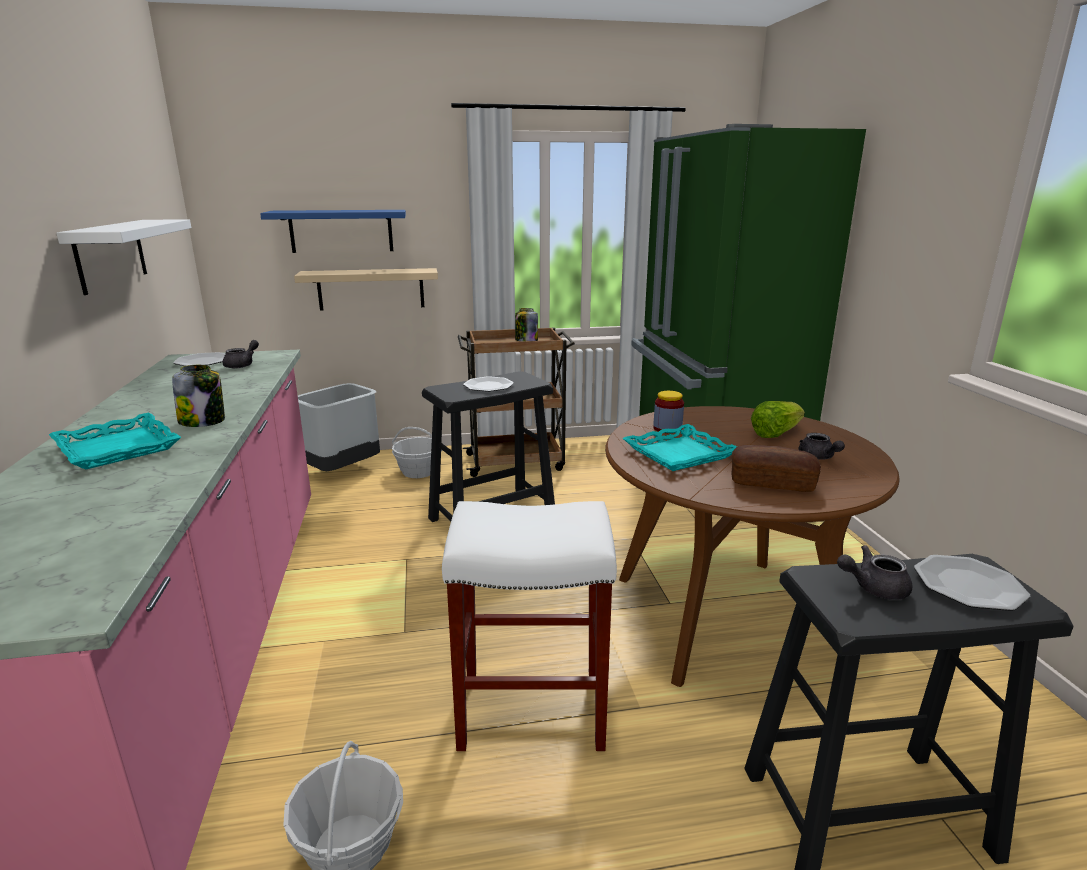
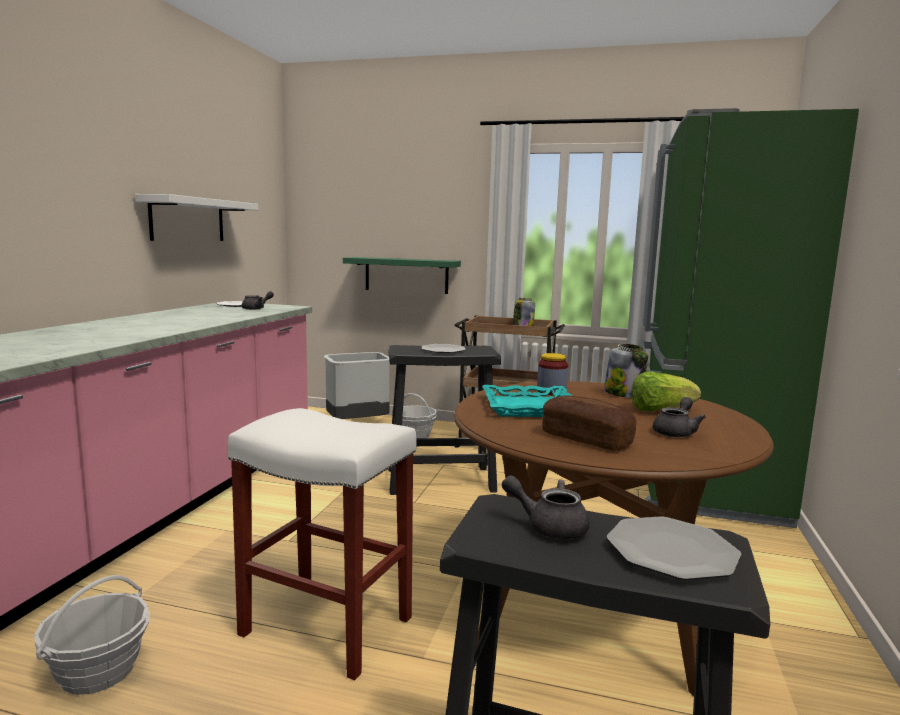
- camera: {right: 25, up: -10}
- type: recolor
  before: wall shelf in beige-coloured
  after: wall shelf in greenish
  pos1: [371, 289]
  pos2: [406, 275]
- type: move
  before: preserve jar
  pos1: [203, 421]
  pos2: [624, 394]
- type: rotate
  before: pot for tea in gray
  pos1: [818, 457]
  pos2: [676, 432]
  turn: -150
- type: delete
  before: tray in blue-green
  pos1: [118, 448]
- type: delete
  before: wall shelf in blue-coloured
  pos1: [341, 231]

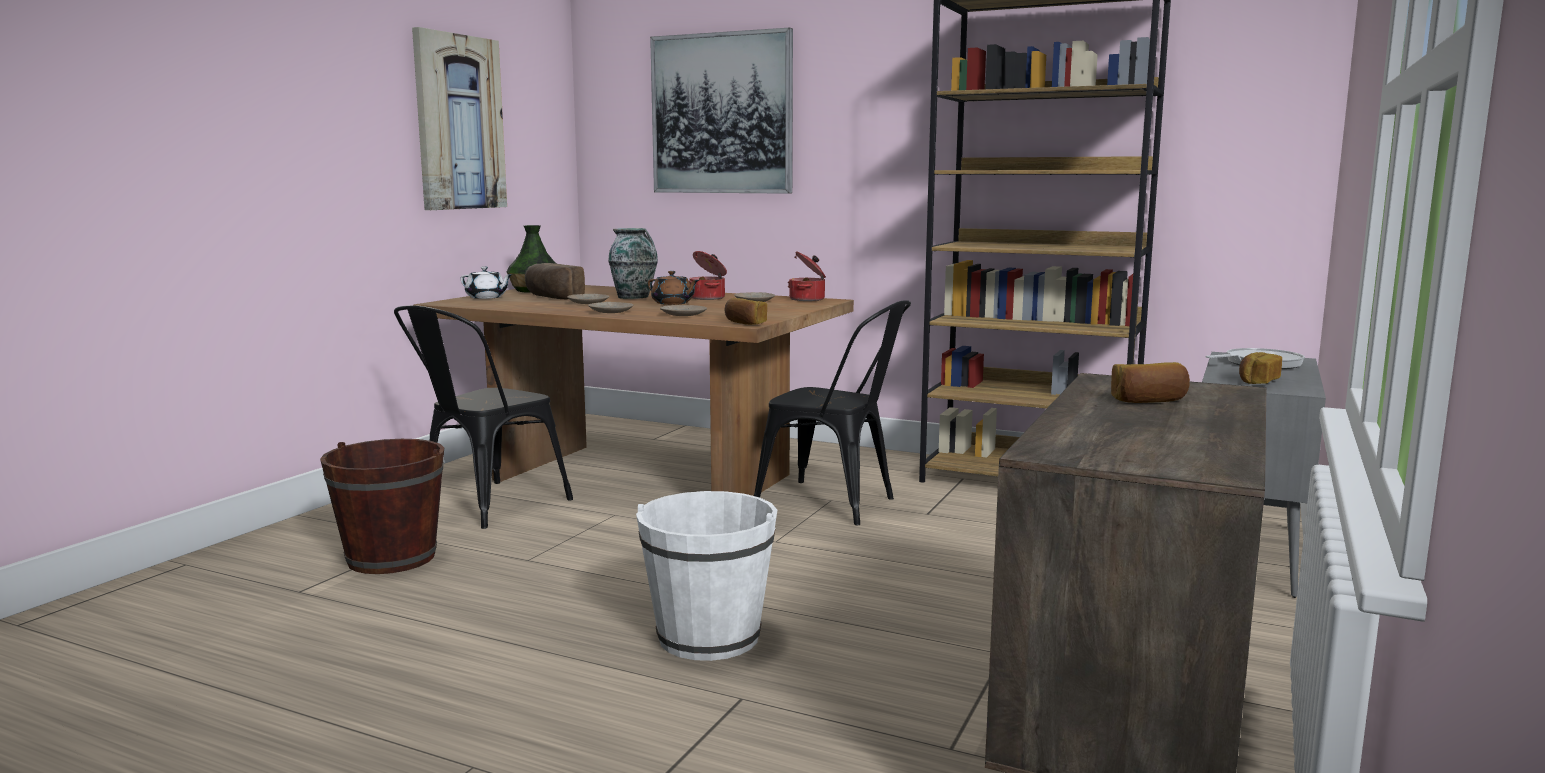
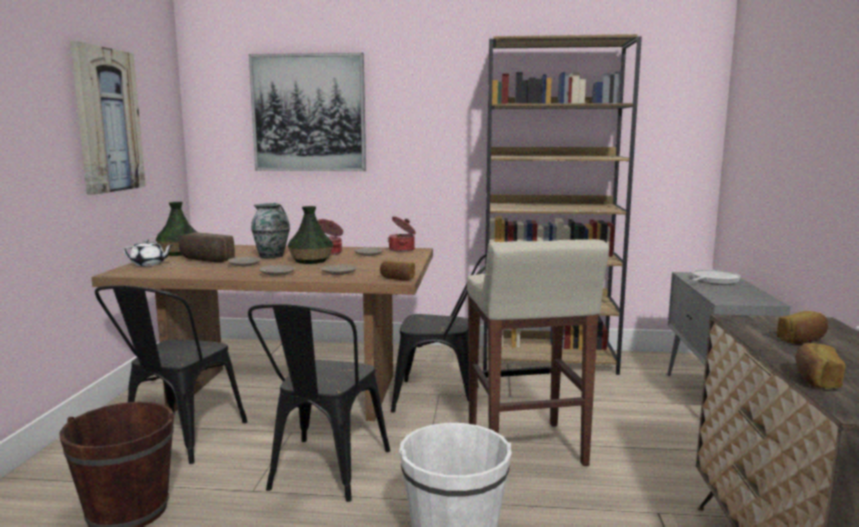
- camera: {right: -20, up: 0}
- type: insert
  after: upright chair in black
  pos2: [323, 474]
- type: replace
  before: pot for tea in brown
  after: flower vase
  pos1: [673, 303]
  pos2: [311, 260]
- type: insert
  after: stool in beige-coloured
  pos2: [526, 449]
- type: move
  before: bread
  pos1: [1257, 381]
  pos2: [815, 379]

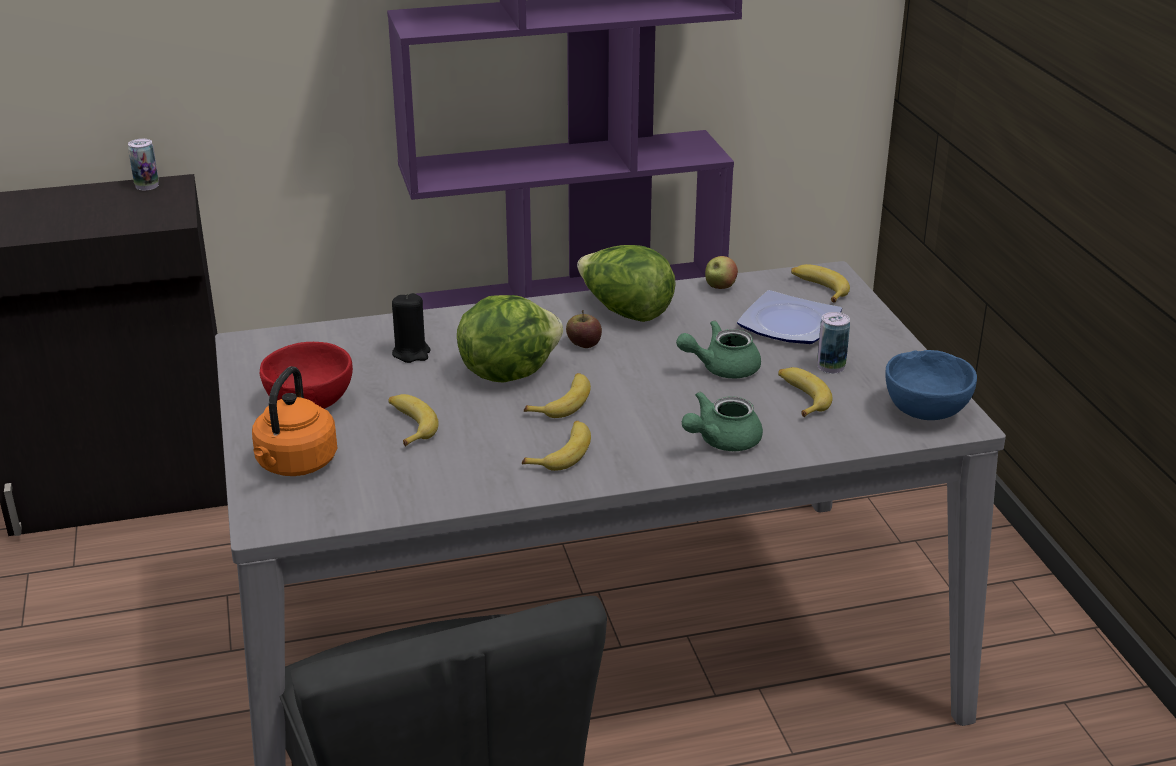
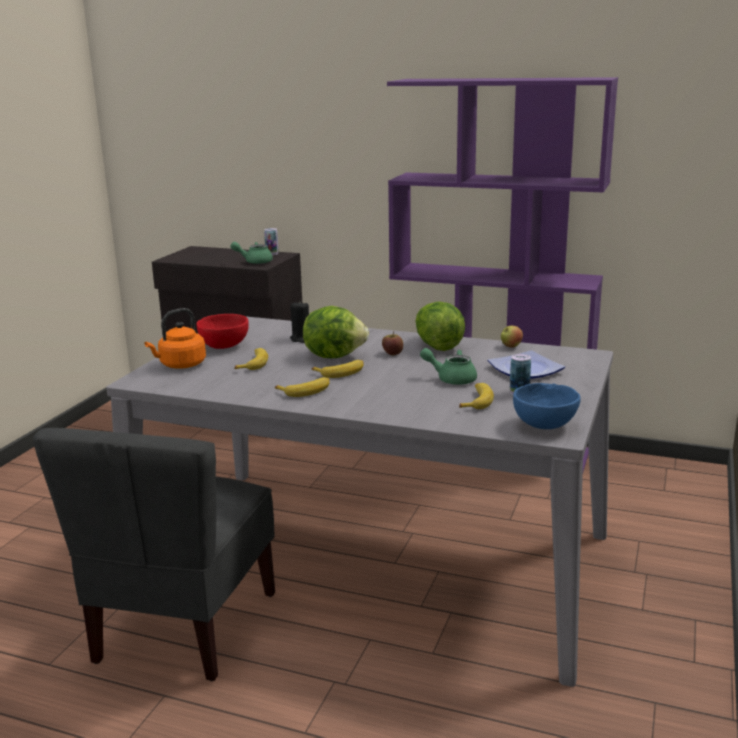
- camera: {right: 35, up: -10}
- type: move
  before: pot for tea in greenish
  pos1: [721, 441]
  pos2: [254, 262]
- type: delete
  before: banana fruit
  pos1: [818, 289]

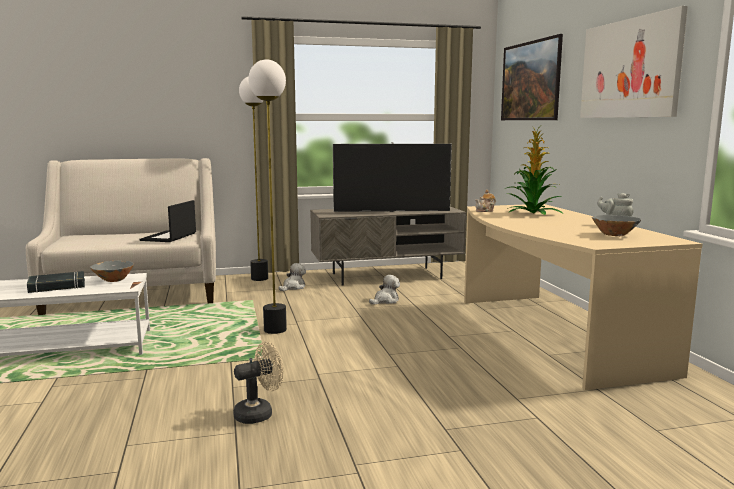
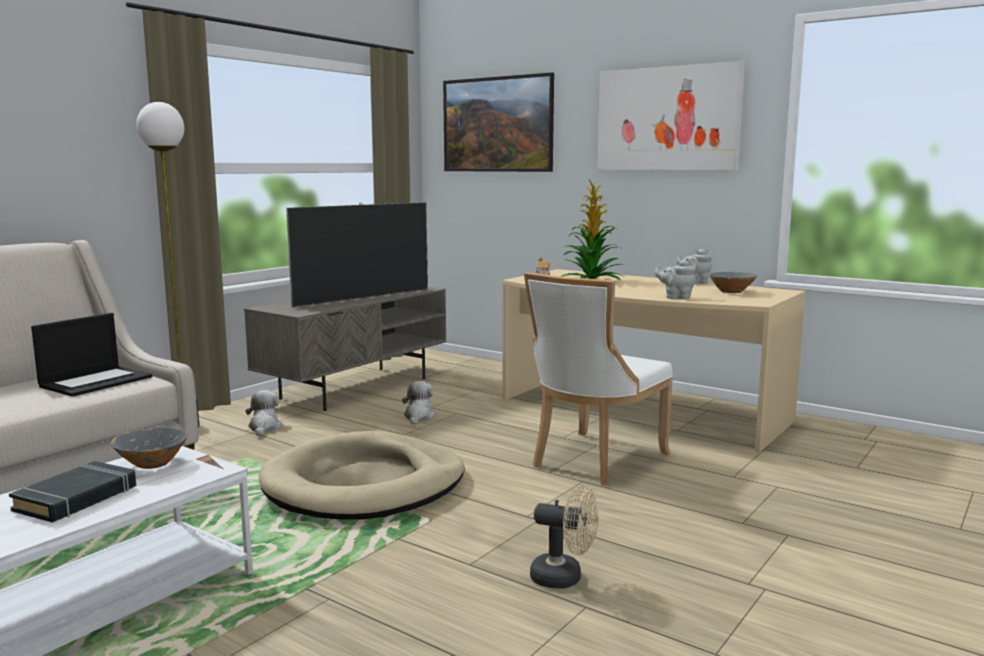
- camera: {right: -40, up: 0}
- type: rotate
  before: portable computer
  pos1: [169, 237]
  pos2: [96, 381]
  turn: -120
- type: replace
  before: standard lamp
  after: pet bed in beige-coloured
  pos1: [275, 330]
  pos2: [365, 484]
- type: insert
  after: upright chair in white
  pos2: [594, 460]
- type: rotate
  before: electric fan in beige-coloured
  pos1: [259, 413]
  pos2: [564, 578]
  turn: 90
- type: insert
  after: pot for tea in gray
  pos2: [676, 297]

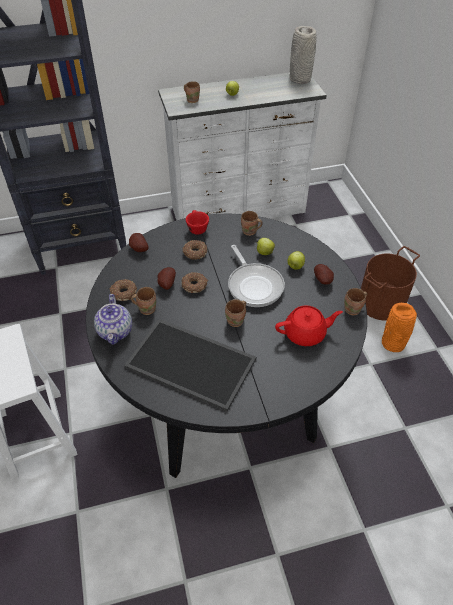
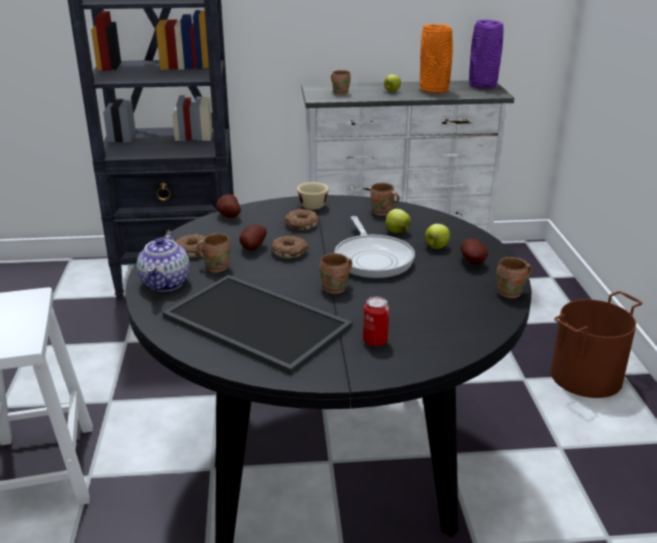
- camera: {right: 10, up: -20}
- type: recolor
  before: cup in red
  after: cup in beige-coloured
  pos1: [196, 228]
  pos2: [312, 204]
- type: insert
  after: can
  pos2: [375, 341]
- type: move
  before: flower vase in orangey
  pos1: [393, 344]
  pos2: [435, 90]
- type: recolor
  before: flower vase in gray
  after: flower vase in purple-coloured
  pos1: [299, 79]
  pos2: [482, 85]
- type: delete
  before: pot for tea in red
  pos1: [305, 334]

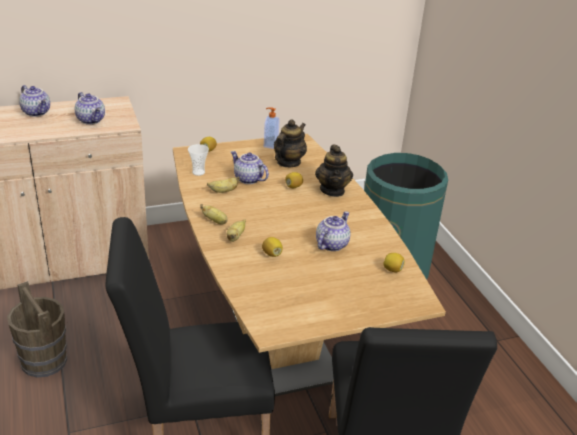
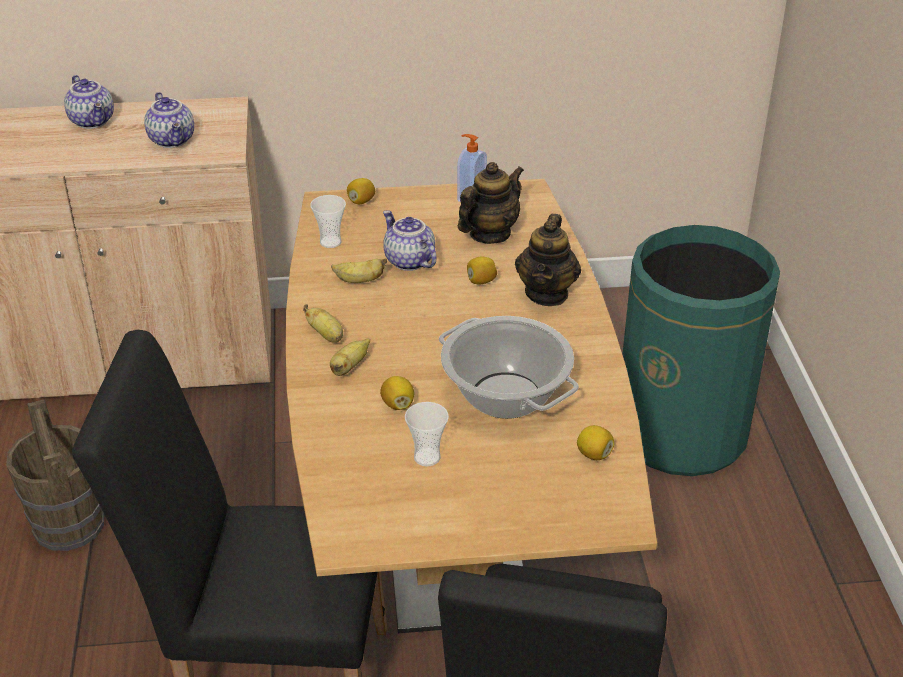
- camera: {right: 15, up: 5}
- type: insert
  after: cup
  pos2: [427, 457]
- type: replace
  before: pot for tea
  after: saucepot
  pos1: [331, 244]
  pos2: [505, 396]

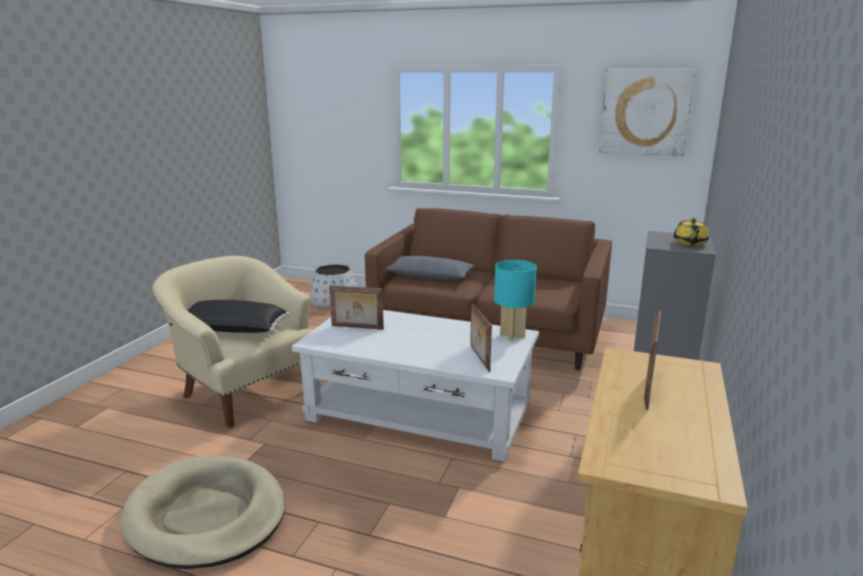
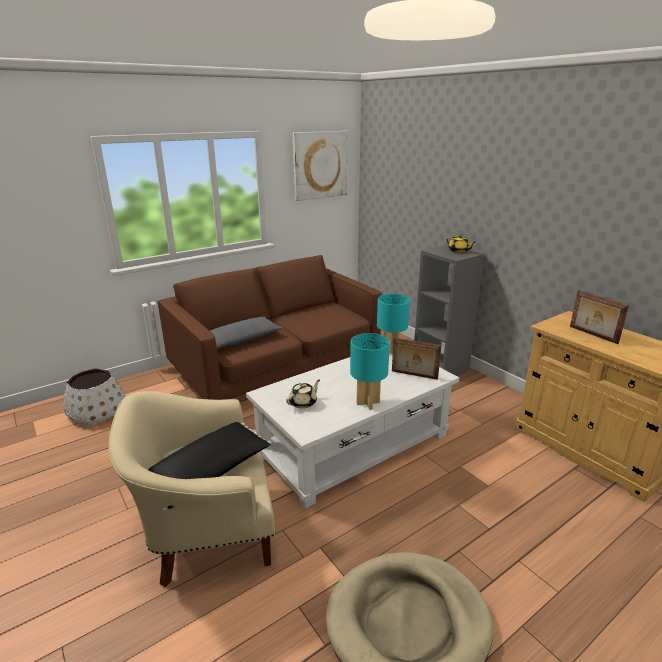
- camera: {right: -55, up: 5}
- type: replace
  before: photo frame
  after: pot for tea in beige-coloured
  pos1: [357, 327]
  pos2: [303, 403]
- type: insert
  after: table lamp in blue-green
  pos2: [368, 403]

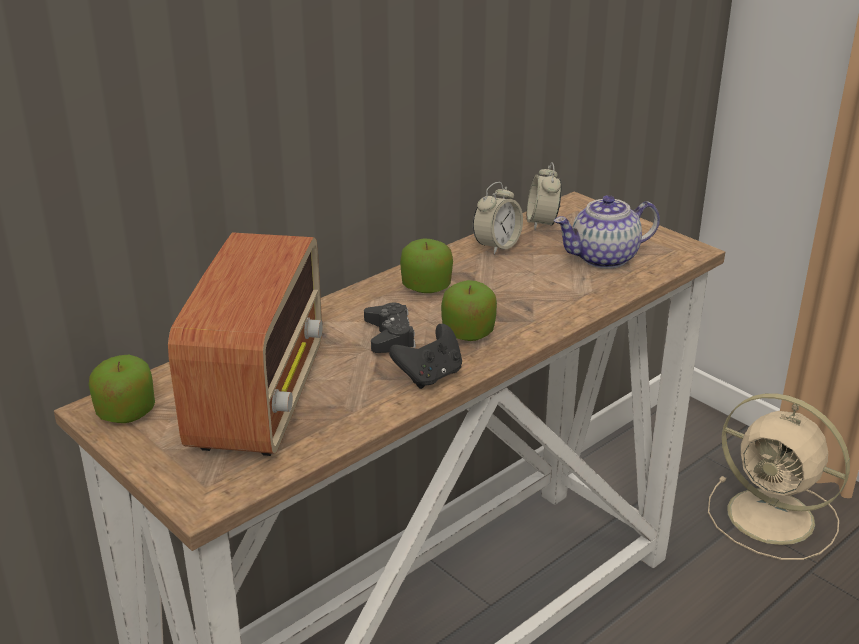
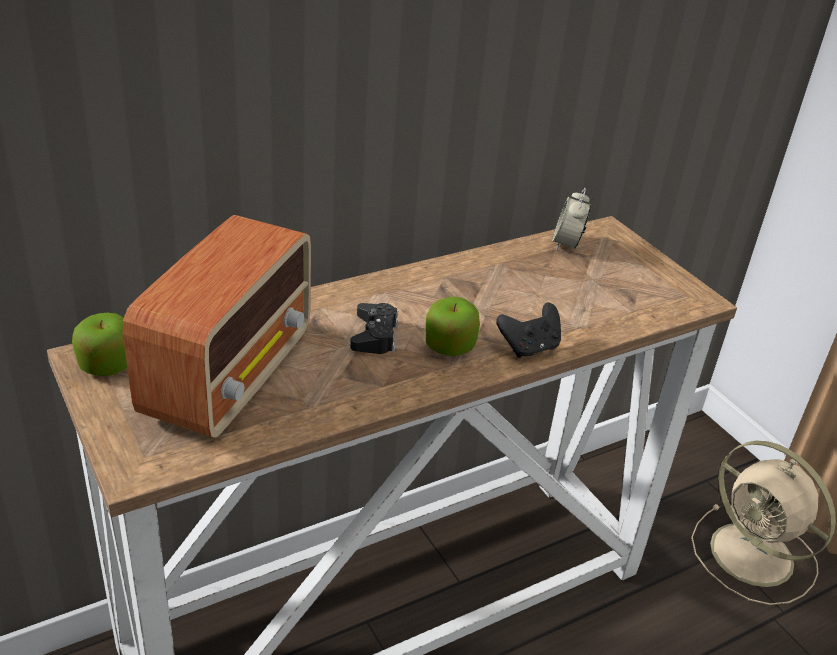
- camera: {right: 10, up: 5}
- type: move
  before: joypad in black
  pos1: [430, 376]
  pos2: [529, 347]
- type: delete
  before: apple
  pos1: [426, 287]
- type: delete
  before: alarm clock
  pos1: [497, 246]
- type: delete
  before: pot for tea
  pos1: [604, 258]

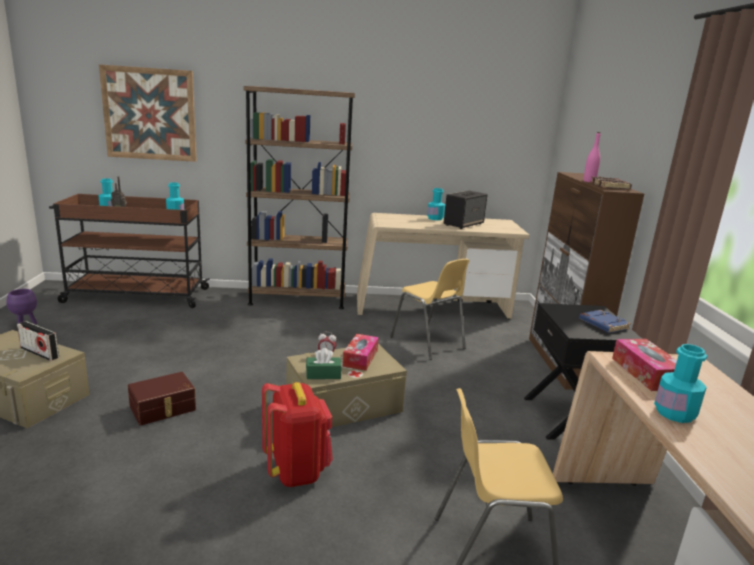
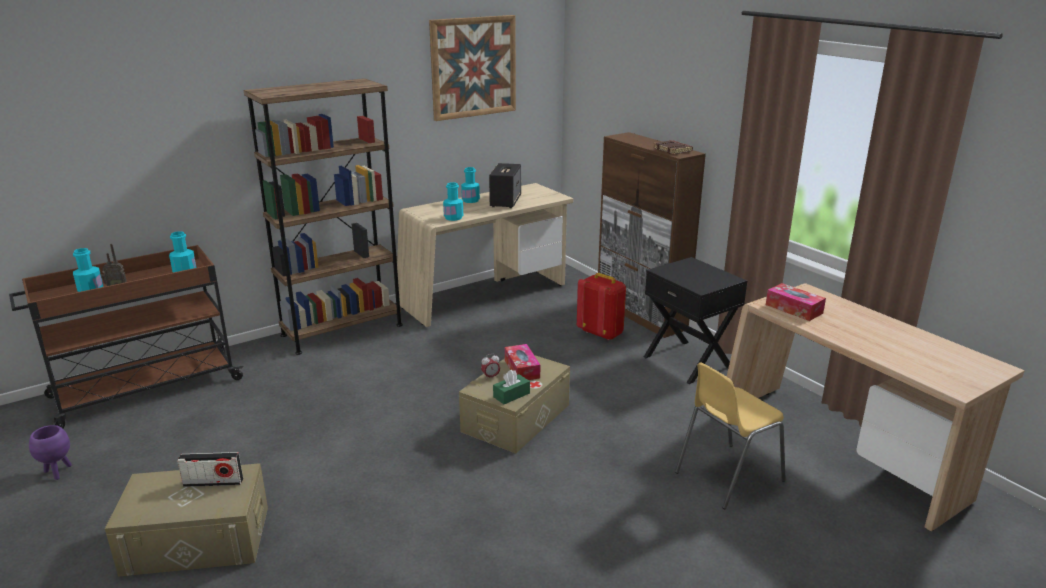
- camera: {right: -30, up: 5}
- type: move
  before: wall picture
  pos1: [149, 114]
  pos2: [473, 67]
- type: move
  before: beverage bottle in blue-green
  pos1: [674, 413]
  pos2: [453, 218]
- type: move
  before: knapsack in red
  pos1: [296, 471]
  pos2: [601, 333]
- type: delete
  before: storage box in brown
  pos1: [163, 409]
- type: delete
  before: upright chair in yellowish
  pos1: [428, 343]
- type: delete
  before: book in blue-coloured
  pos1: [602, 324]
- type: delete
  before: beverage bottle in pink-coloured
  pos1: [589, 181]

